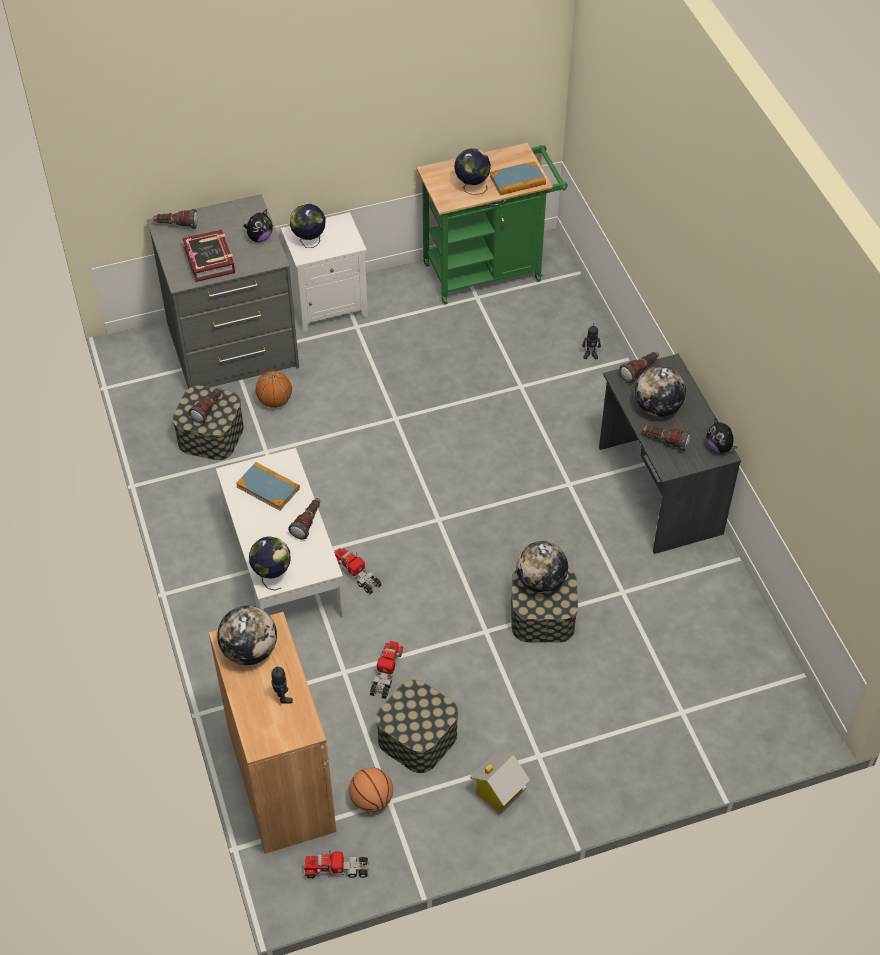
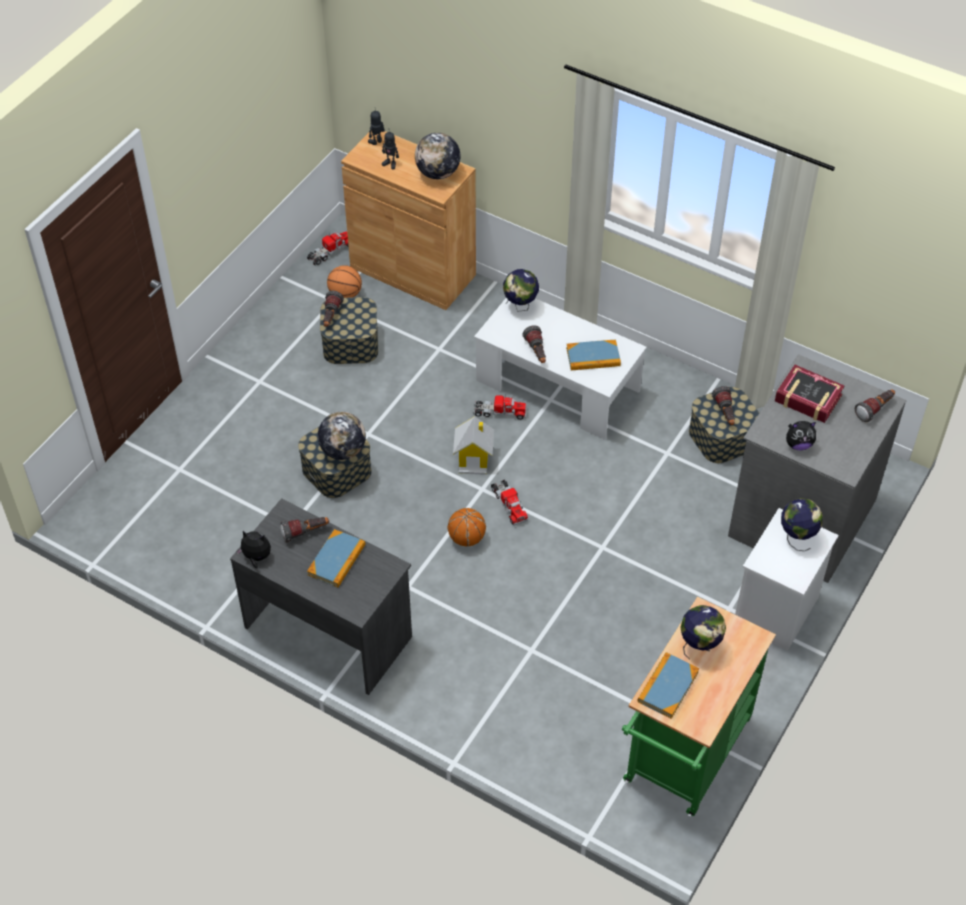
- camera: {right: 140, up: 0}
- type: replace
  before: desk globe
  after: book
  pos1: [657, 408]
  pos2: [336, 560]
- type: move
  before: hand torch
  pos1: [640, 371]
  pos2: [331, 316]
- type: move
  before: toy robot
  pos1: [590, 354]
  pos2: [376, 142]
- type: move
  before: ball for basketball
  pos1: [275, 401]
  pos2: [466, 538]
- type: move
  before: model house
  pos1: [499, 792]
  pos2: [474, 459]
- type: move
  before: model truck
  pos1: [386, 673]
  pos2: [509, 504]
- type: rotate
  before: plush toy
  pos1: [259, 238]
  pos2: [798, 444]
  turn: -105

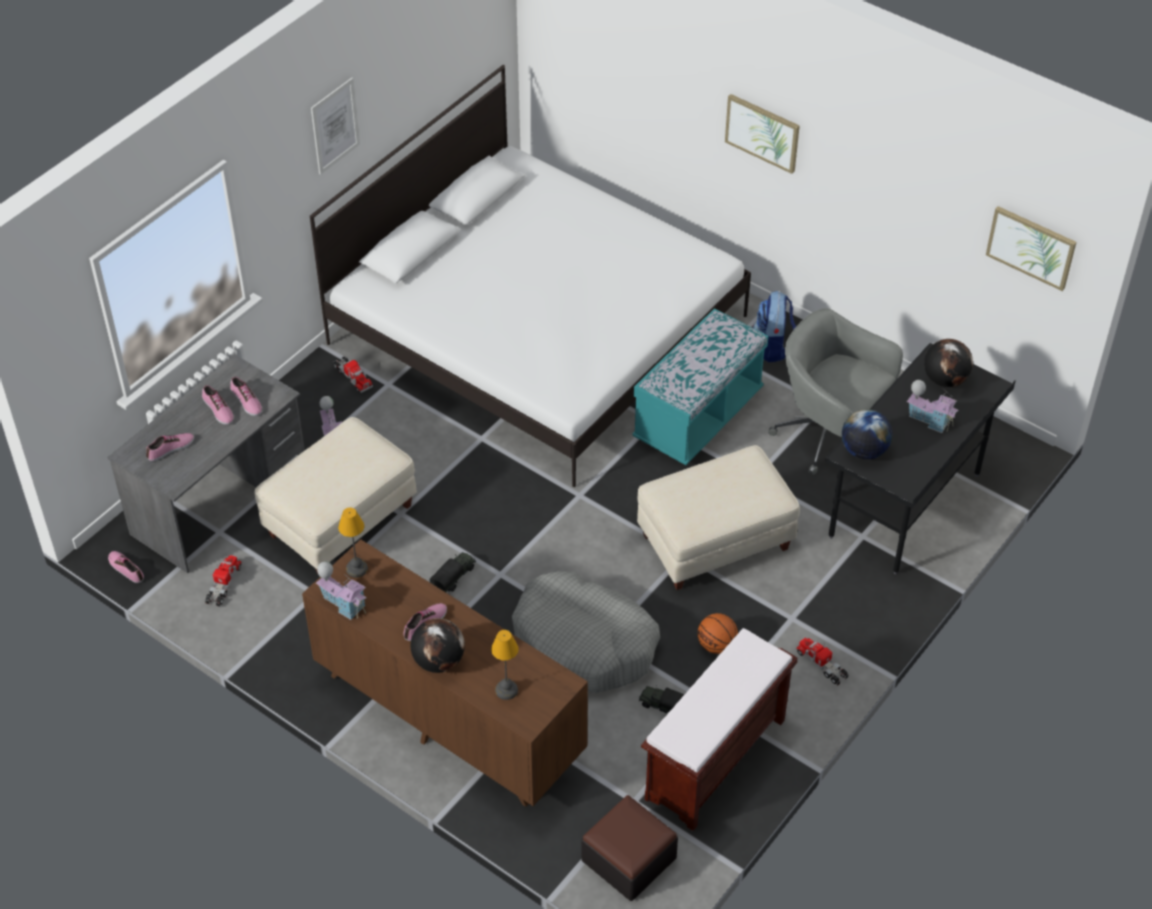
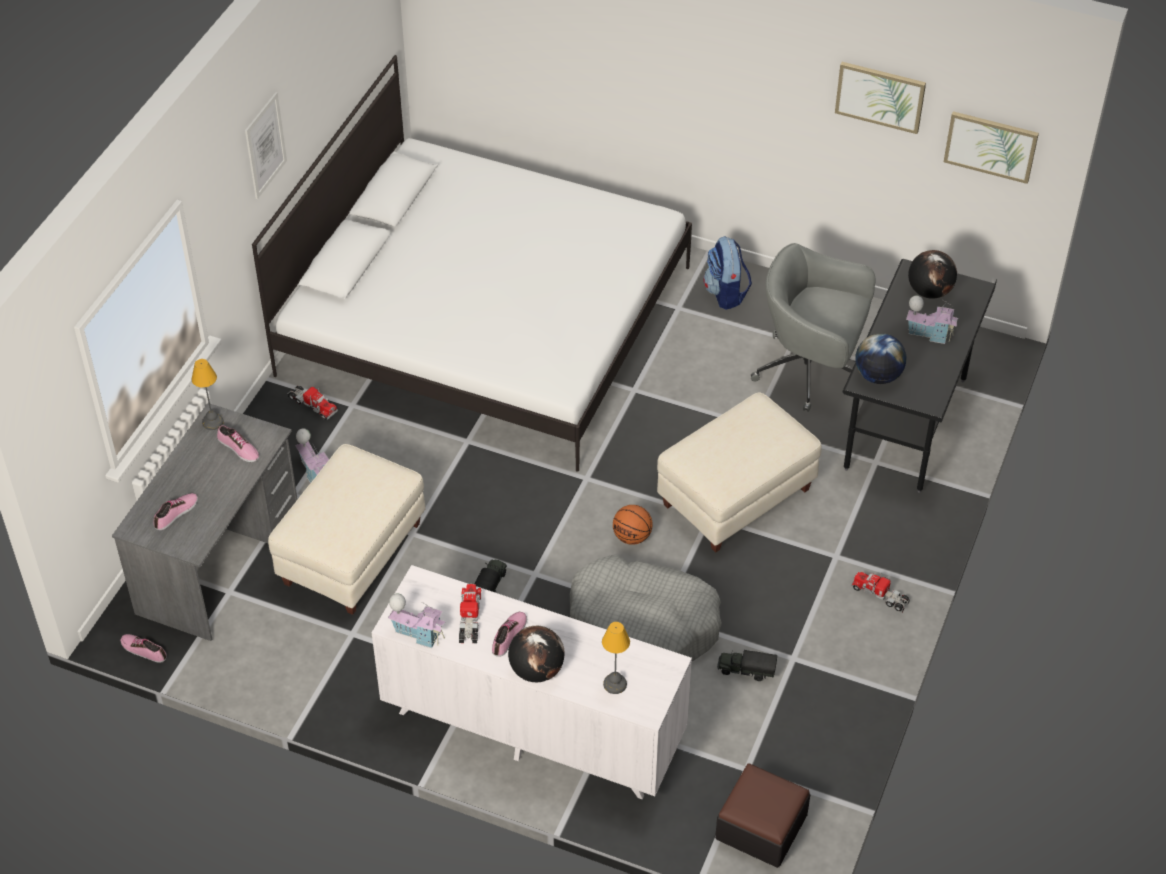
- camera: {right: -15, up: 0}
- type: move
  before: table lamp
  pos1: [357, 568]
  pos2: [213, 421]
- type: recolor
  before: drawer chest in brown
  after: drawer chest in white
  pos1: [448, 715]
  pos2: [532, 726]
- type: move
  before: model truck
  pos1: [224, 584]
  pos2: [470, 618]
- type: move
  before: ball for basketball
  pos1: [716, 645]
  pos2: [632, 537]
- type: move
  before: wall picture
  pos1: [762, 132]
  pos2: [880, 96]
- type: delete
  before: low shoe
  pos1: [218, 410]
- type: delete
  before: bench in blue-green
  pos1: [698, 416]
- type: delete
  before: bench in brown
  pos1: [715, 761]

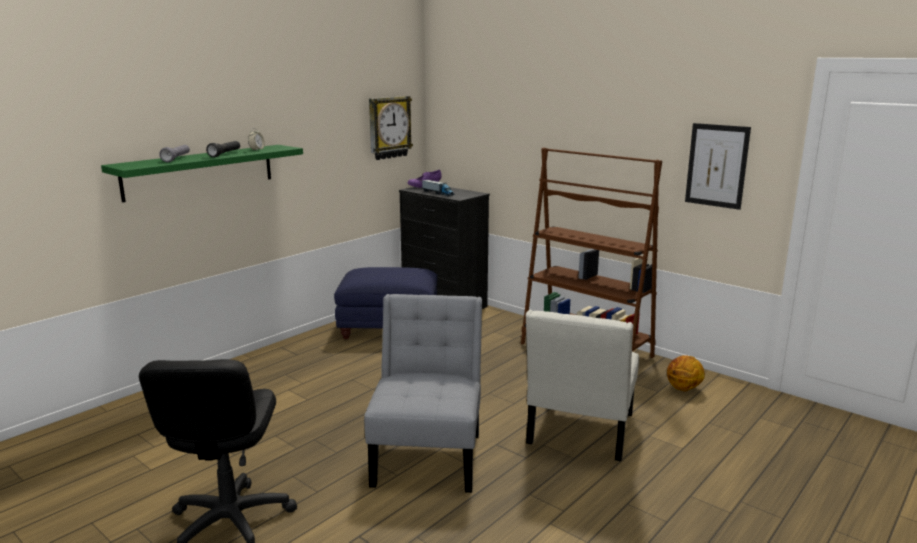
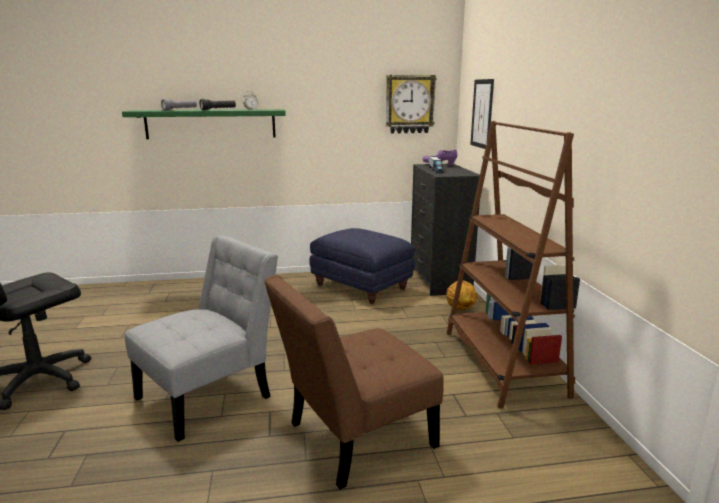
- camera: {right: 40, up: 0}
- type: recolor
  before: upright chair in white
  after: upright chair in brown
  pos1: [579, 432]
  pos2: [354, 438]
- type: move
  before: ball for basketball
  pos1: [683, 389]
  pos2: [460, 308]
- type: move
  before: wall picture
  pos1: [716, 165]
  pos2: [482, 113]

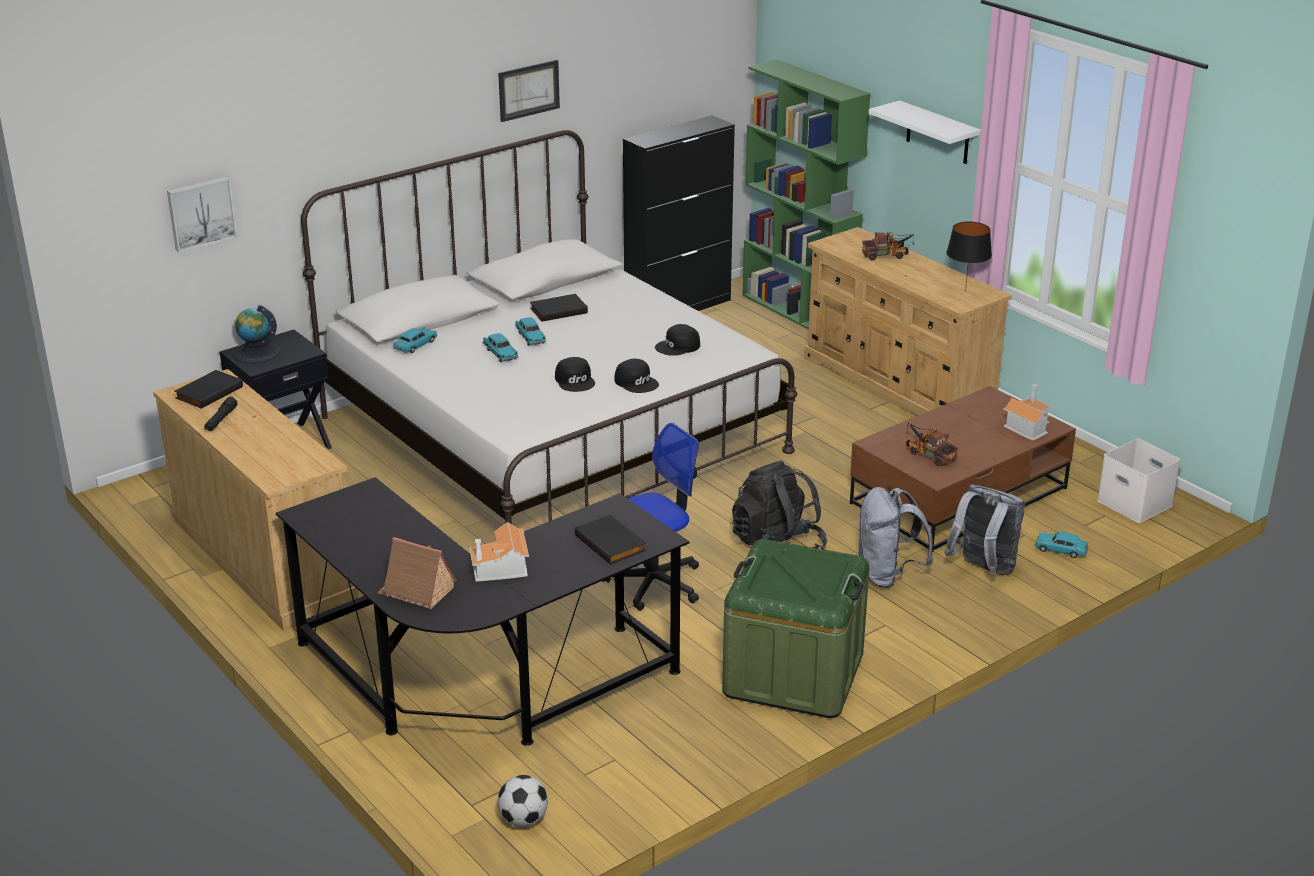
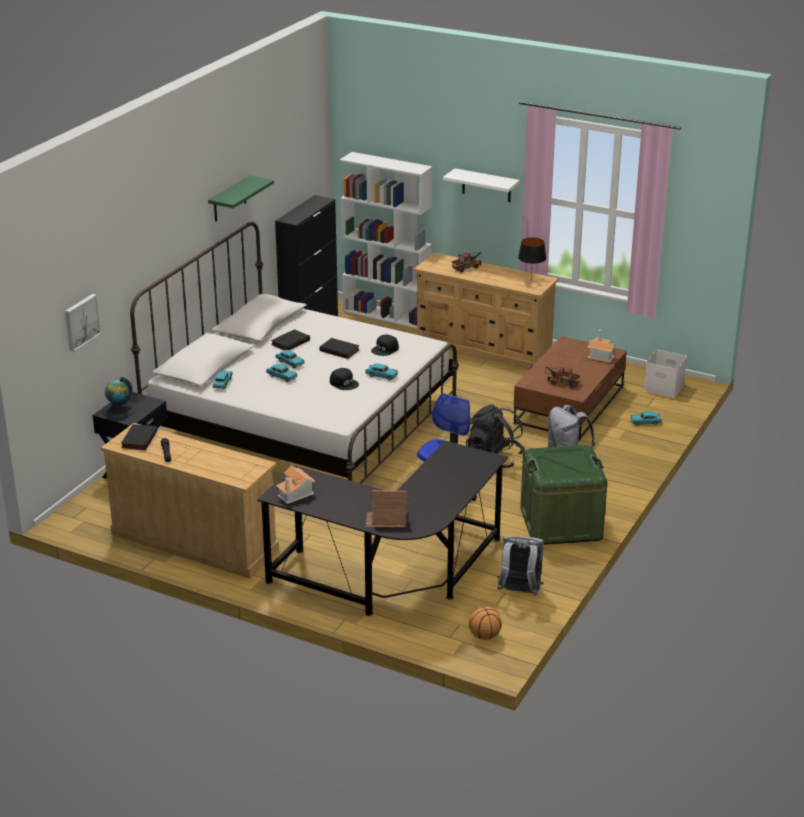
- camera: {right: -25, up: 0}
- type: replace
  before: wall picture
  after: wall shelf in greenish
  pos1: [528, 90]
  pos2: [229, 199]
- type: move
  before: model house
  pos1: [501, 568]
  pos2: [295, 493]
- type: move
  before: book in black
  pos1: [611, 543]
  pos2: [340, 350]
- type: recolor
  before: bookshelf in greenish
  after: bookshelf in white
  pos1: [799, 312]
  pos2: [387, 315]
- type: replace
  before: cap in black
  after: miniature car in blue-green
  pos1: [636, 382]
  pos2: [381, 376]
- type: replace
  before: football ball
  after: ball for basketball
  pos1: [523, 820]
  pos2: [484, 636]
- type: move
  before: knapsack in gray
  pos1: [983, 570]
  pos2: [519, 592]

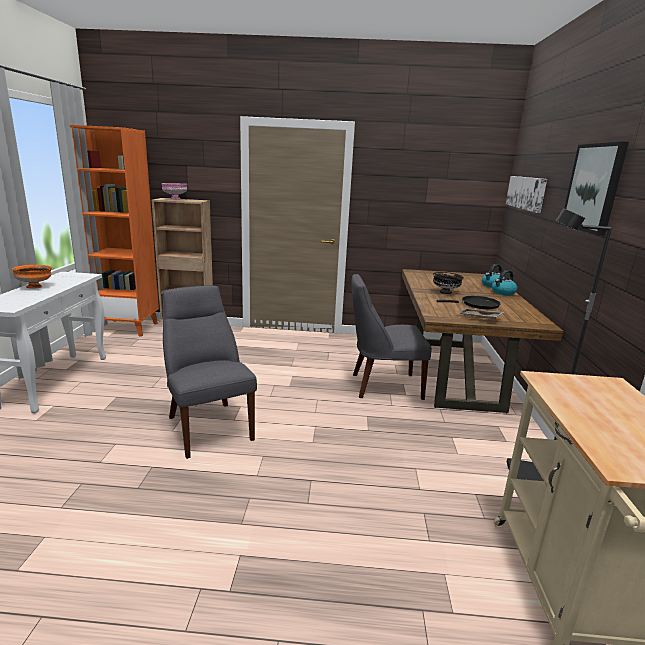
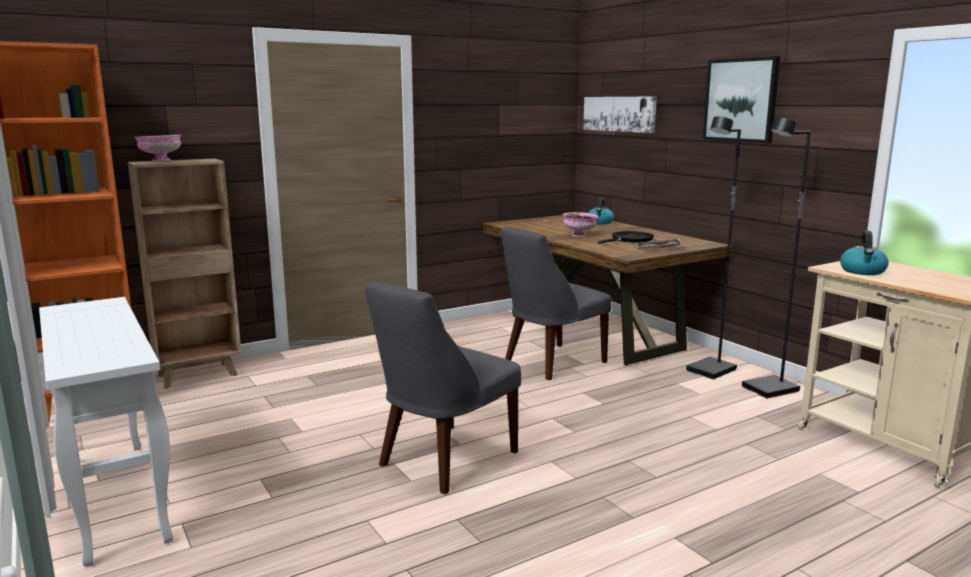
- camera: {right: -35, up: -5}
- type: rotate
  before: upright chair in gray
  pos1: [208, 426]
  pos2: [443, 460]
  turn: -75
- type: recolor
  before: deep dish in black
  after: deep dish in pink-coloured
  pos1: [446, 292]
  pos2: [579, 235]
- type: insert
  after: standard lamp in black
  pos2: [711, 371]
- type: move
  before: kettle
  pos1: [503, 292]
  pos2: [863, 271]
- type: delete
  before: deep dish in orangey
  pos1: [35, 286]

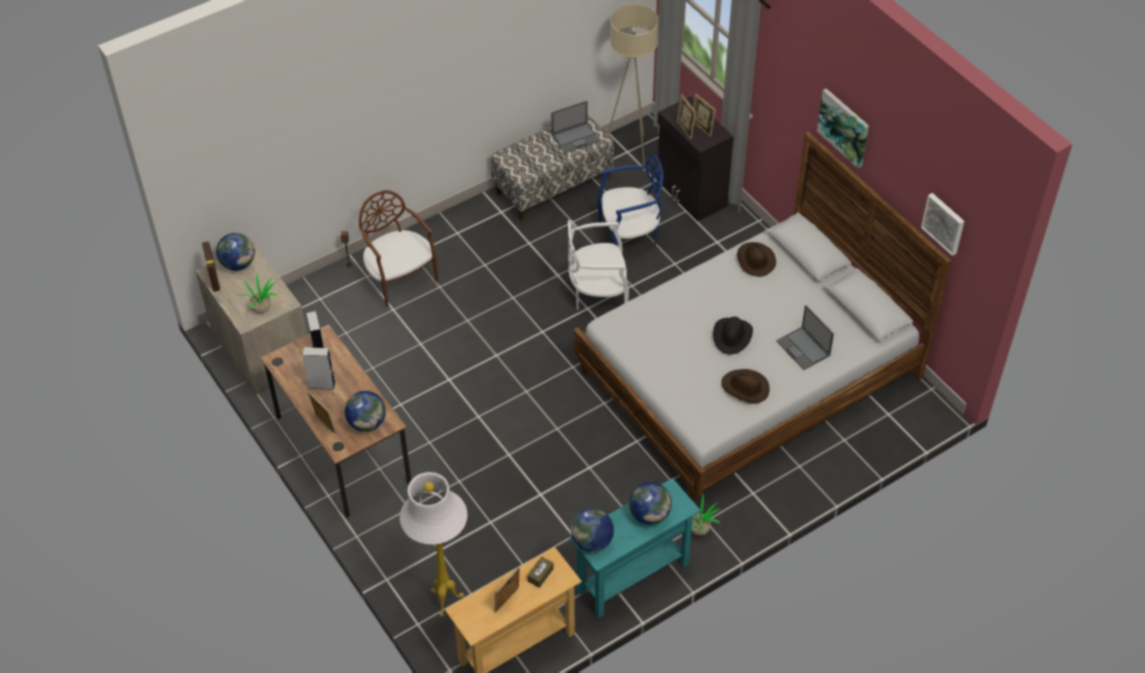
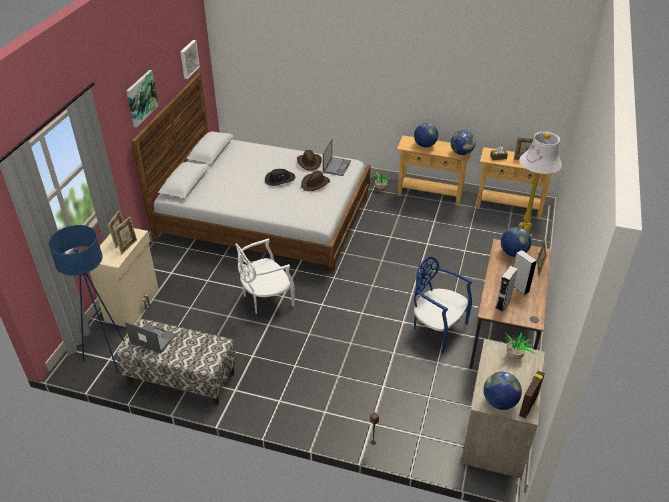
- camera: {right: -130, up: -10}
- type: recolor
  before: standard lamp in beige-coloured
  after: standard lamp in blue-coloured
  pos1: [630, 152]
  pos2: [109, 357]
- type: recolor
  before: storage cabinet in black
  after: storage cabinet in beige-coloured
  pos1: [691, 194]
  pos2: [133, 305]
- type: rotate
  before: upright chair in white
  pos1: [598, 294]
  pos2: [266, 298]
  turn: 105
- type: move
  before: hat in brown
  pos1: [755, 260]
  pos2: [315, 183]
- type: move
  before: portable computer
  pos1: [803, 348]
  pos2: [337, 166]
- type: recolor
  before: console table in blue-green
  after: console table in beige-coloured
  pos1: [633, 577]
  pos2: [429, 194]
- type: move
  before: upright chair in blue-coloured
  pos1: [629, 236]
  pos2: [437, 328]
- type: delete
  before: upright chair in brown
  pos1: [400, 278]

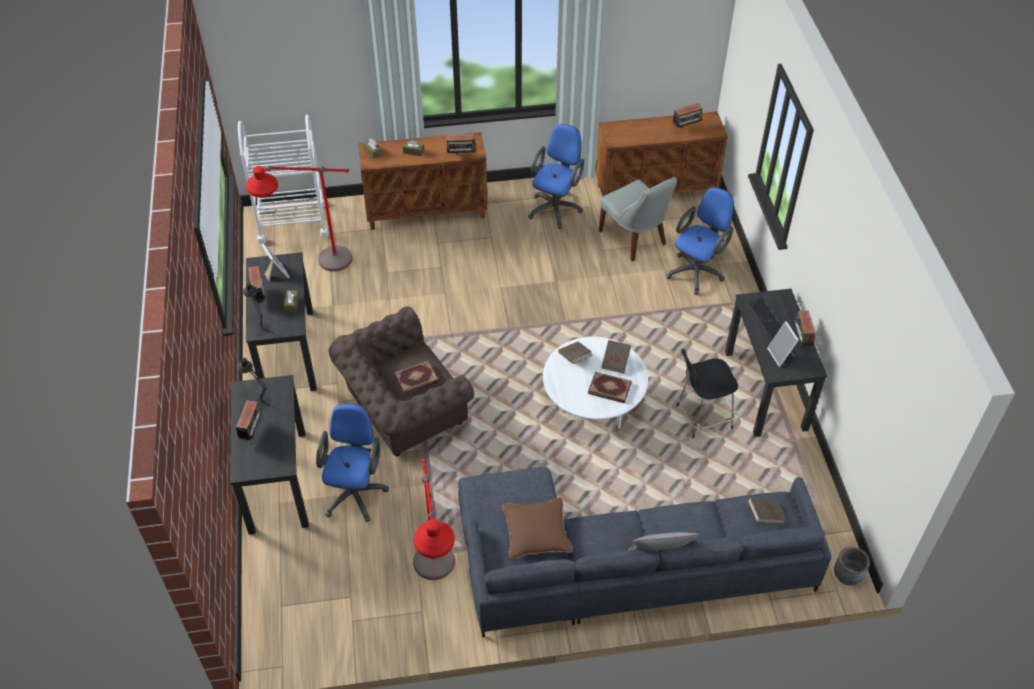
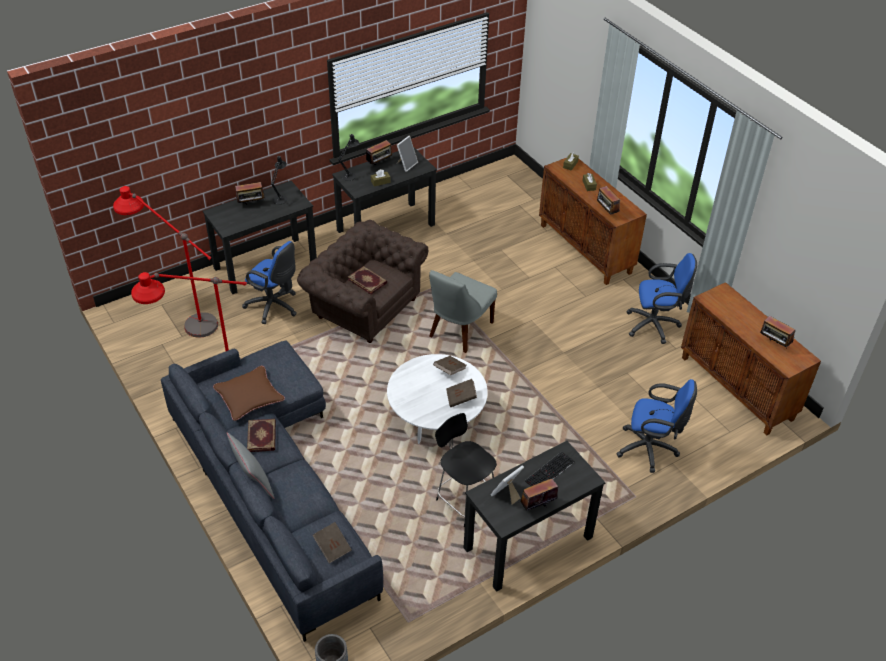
- camera: {right: 65, up: -5}
- type: move
  before: standard lamp in red
  pos1: [315, 270]
  pos2: [181, 318]
- type: rotate
  before: office chair in blue-coloured
  pos1: [355, 491]
  pos2: [274, 307]
  turn: 45
- type: move
  before: book
  pos1: [609, 387]
  pos2: [262, 436]
- type: move
  before: upright chair in gray
  pos1: [634, 239]
  pos2: [459, 331]
- type: delete
  before: wheeled cart in white
  pos1: [293, 222]

